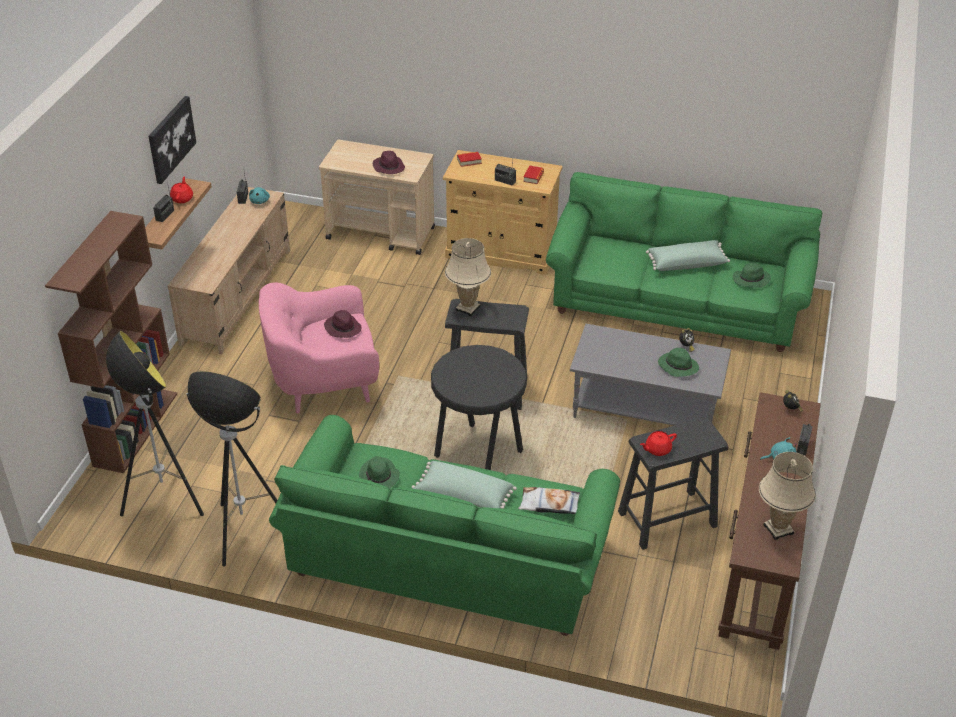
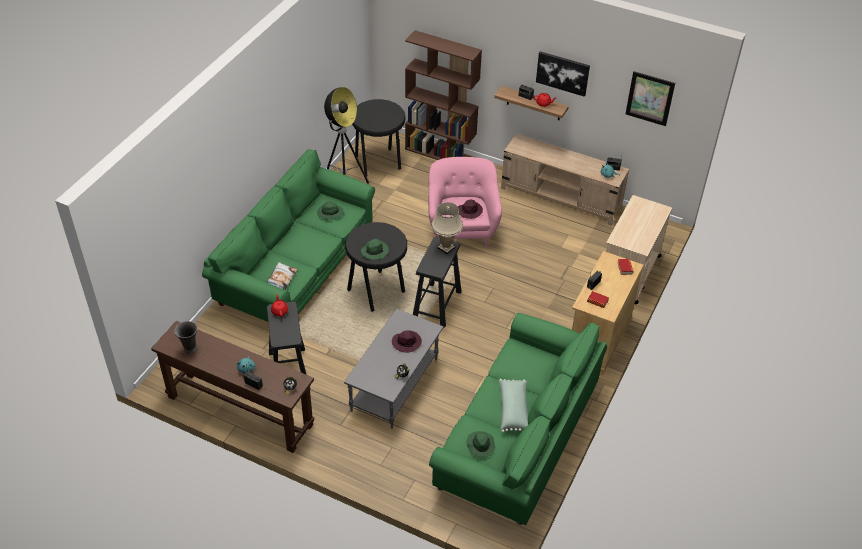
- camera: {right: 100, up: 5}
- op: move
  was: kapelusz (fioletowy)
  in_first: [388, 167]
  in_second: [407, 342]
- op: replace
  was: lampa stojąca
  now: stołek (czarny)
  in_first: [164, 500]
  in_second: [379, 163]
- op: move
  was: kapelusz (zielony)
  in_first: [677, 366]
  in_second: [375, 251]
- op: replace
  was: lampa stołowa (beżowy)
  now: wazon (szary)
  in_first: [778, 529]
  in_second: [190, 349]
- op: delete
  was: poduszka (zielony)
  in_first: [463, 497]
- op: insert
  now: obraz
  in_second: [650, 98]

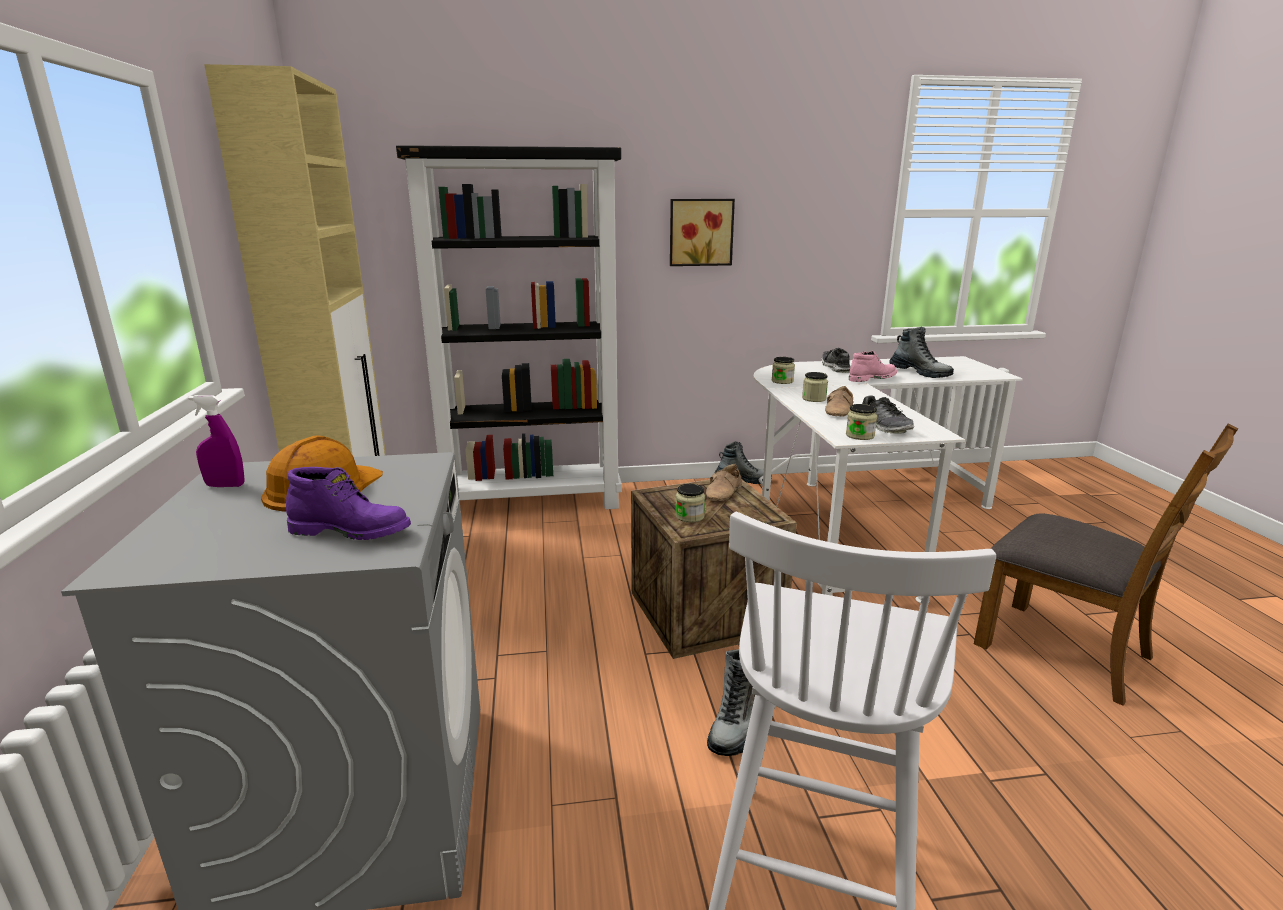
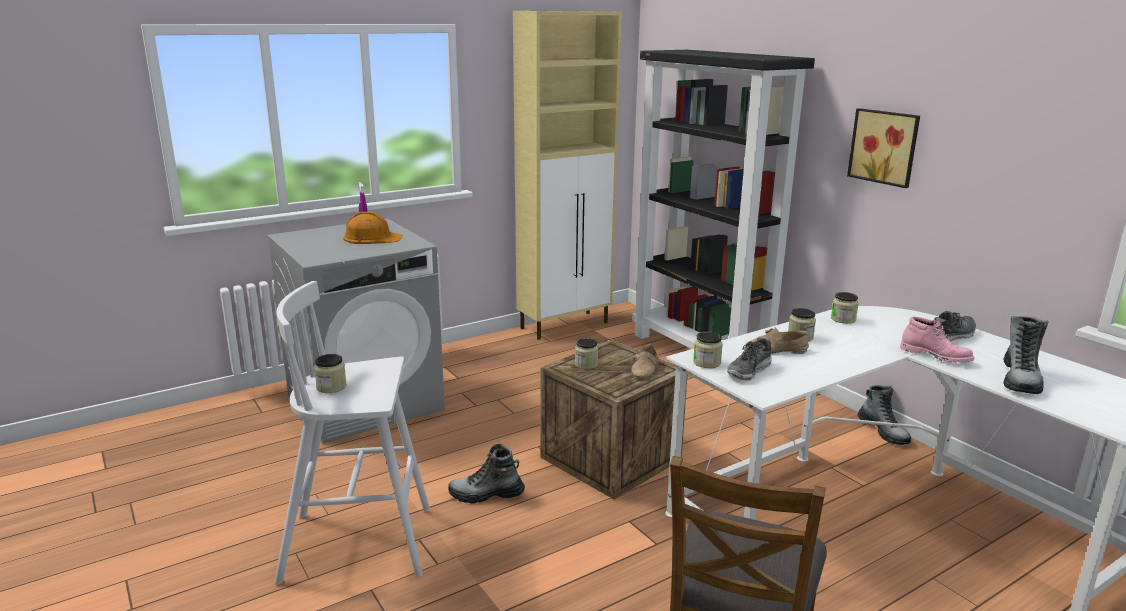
- camera: {right: 65, up: 0}
- op: rotate
  was: but (beżowy)
  in_first: [725, 492]
  in_second: [646, 369]
  clockwise: -75
- op: delete
  was: but z cholewką (fioletowy)
  in_first: [352, 531]
- op: insert
  now: słoik
  in_second: [331, 387]

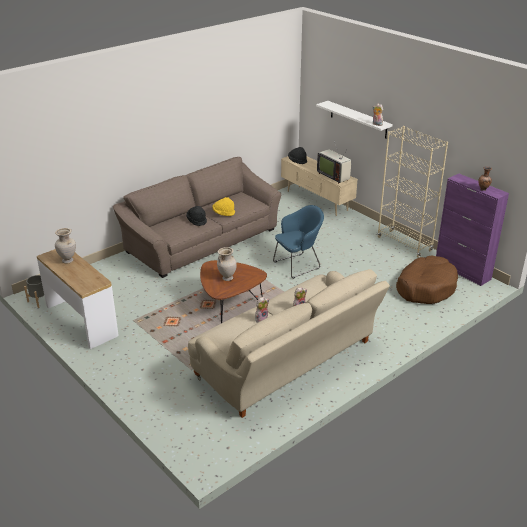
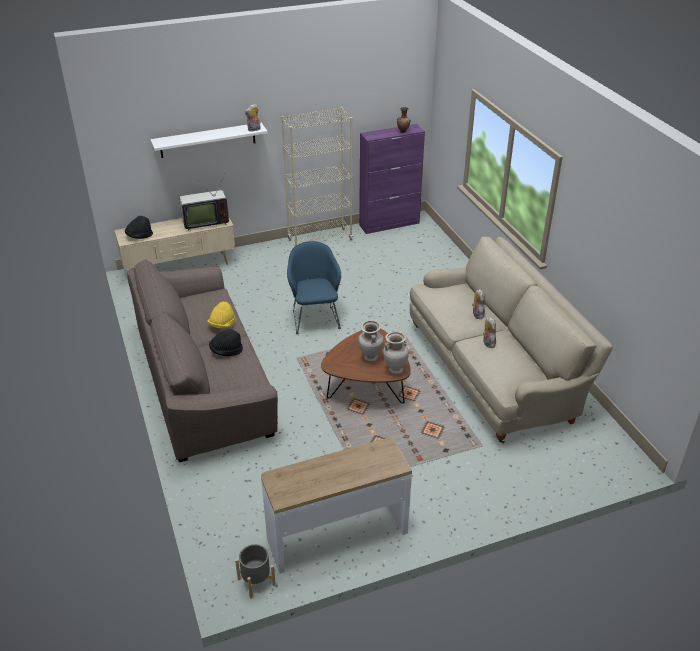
- camera: {right: -70, up: 5}
- op: move
  was: wazon (beżowy)
  in_first: [68, 260]
  in_second: [395, 370]
- op: delete
  was: legowisko (brązowy)
  in_first: [425, 287]

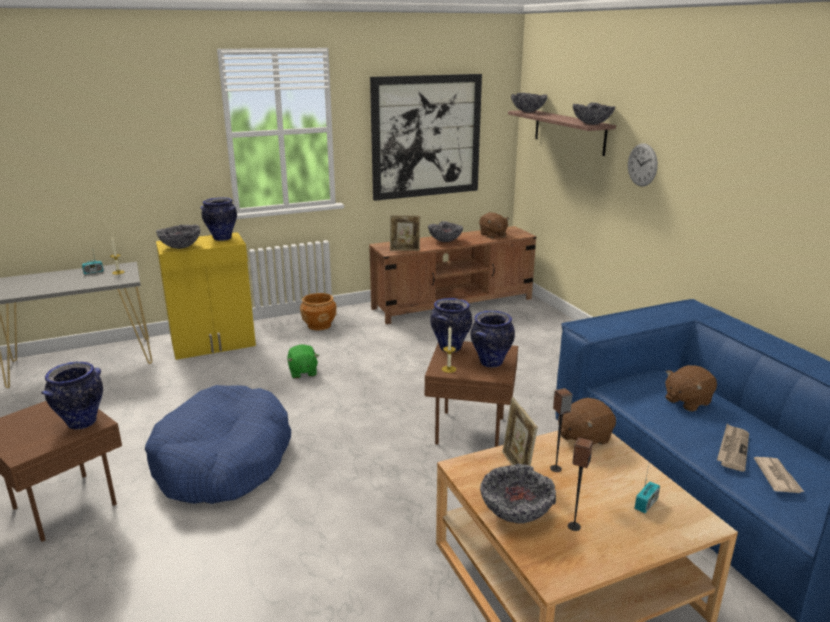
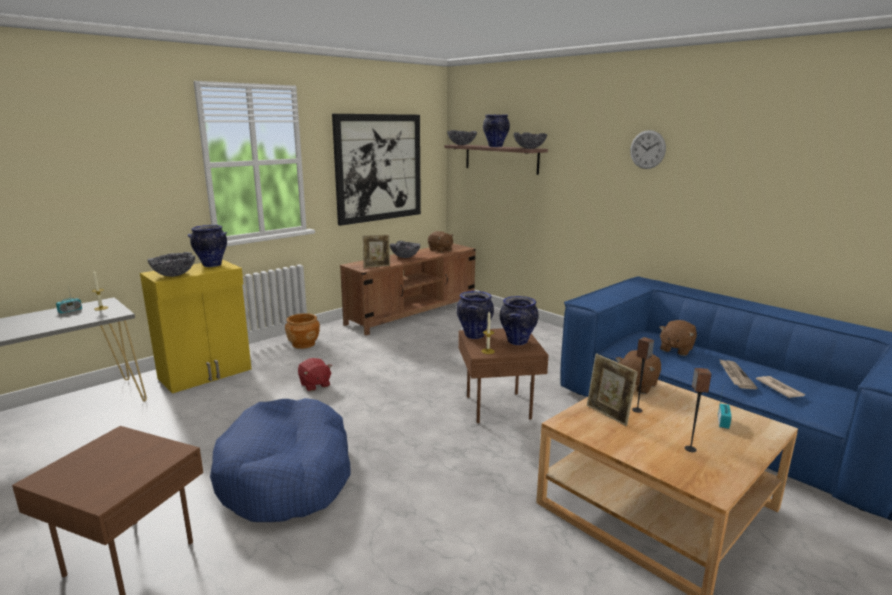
- camera: {right: -20, up: -5}
- op: move
  was: zegar ścienny
  in_first: [642, 165]
  in_second: [647, 149]
- op: recolor
  was: pluszak (zielony)
  now: pluszak (czerwony)
  in_first: [302, 372]
  in_second: [314, 385]
- op: move
  was: wazon
  in_first: [81, 423]
  in_second: [495, 146]
- op: delete
  was: miska
  in_first: [515, 513]

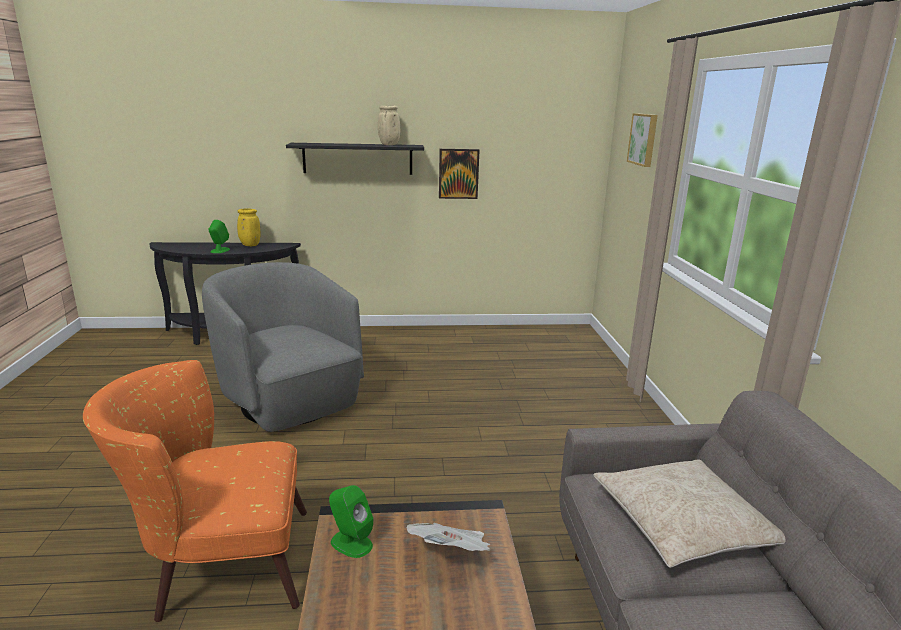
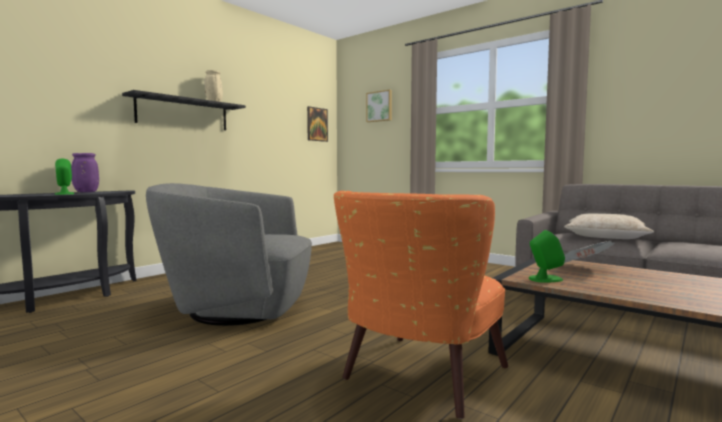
- camera: {right: -45, up: -15}
- op: move
  was: obraz
  in_first: [458, 173]
  in_second: [317, 124]
- op: recolor
  was: wazon (żółty)
  now: wazon (fioletowy)
  in_first: [249, 245]
  in_second: [85, 192]

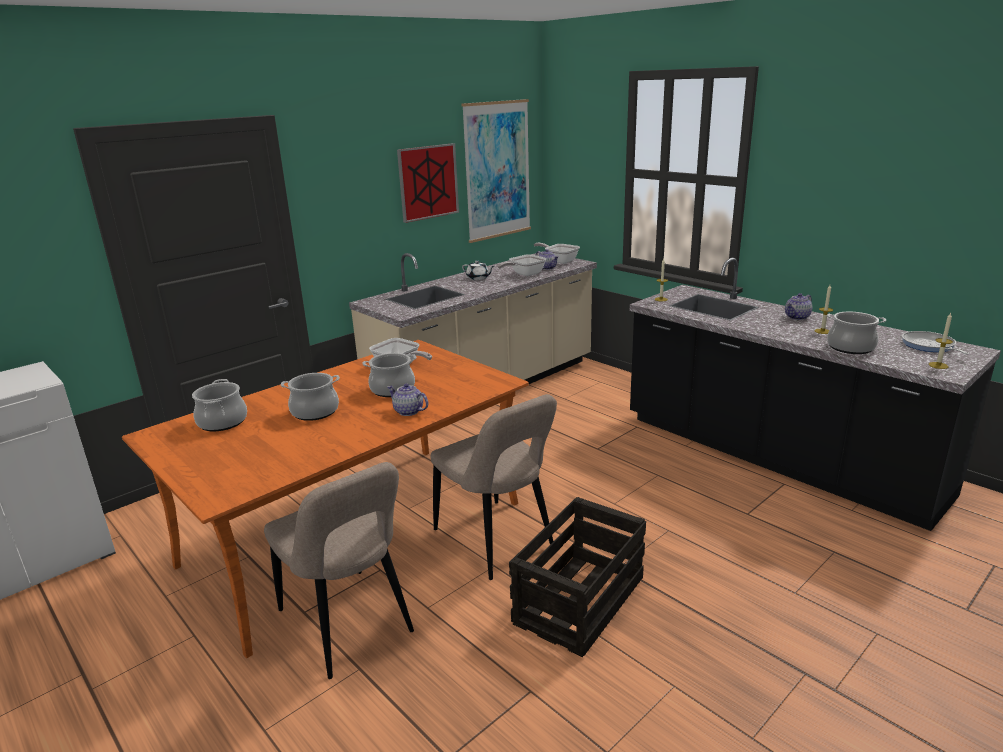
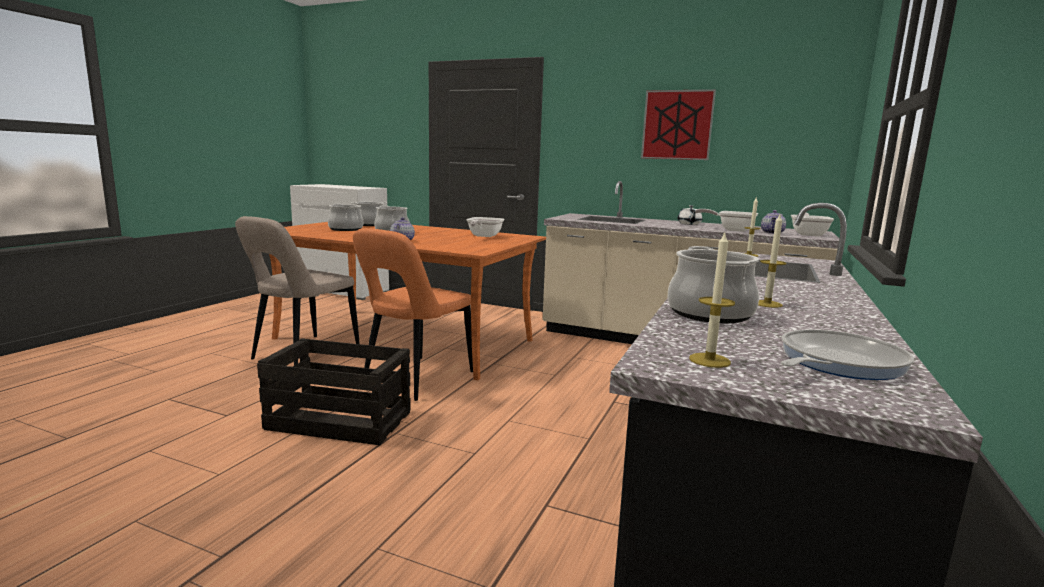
- camera: {right: 65, up: -10}
- op: delete
  was: obraz
  in_first: [497, 170]
- op: delete
  was: imbryk
  in_first: [797, 317]
- op: move
  was: garnek
  in_first: [392, 389]
  in_second: [346, 229]
- op: recolor
  was: krzesło (beżowy)
  now: krzesło (pomarańczowy)
  in_first: [497, 541]
  in_second: [414, 380]

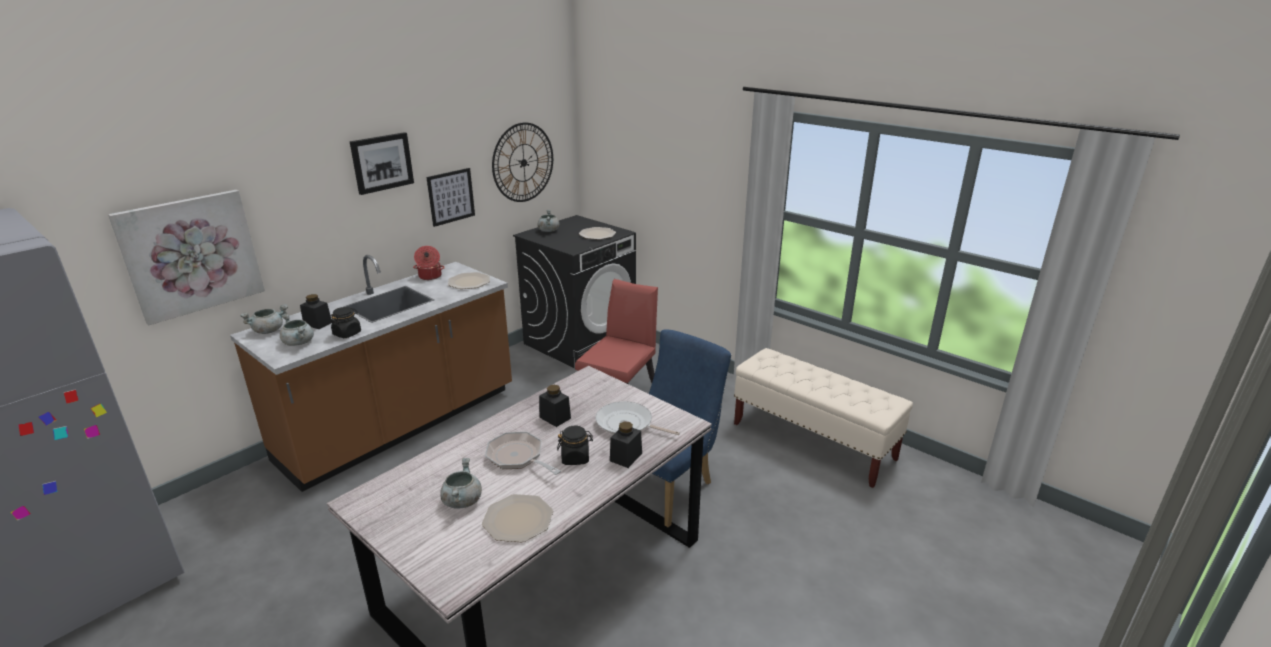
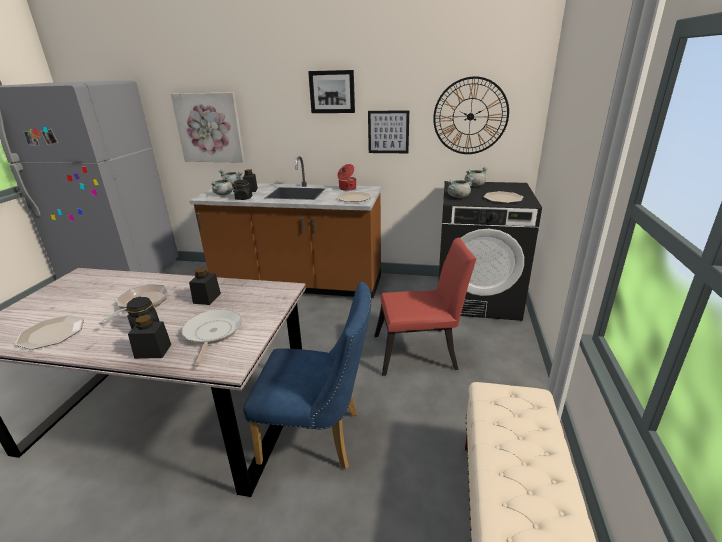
- camera: {right: 60, up: 0}
- op: move
  was: garnek (szary)
  in_first: [462, 500]
  in_second: [458, 196]

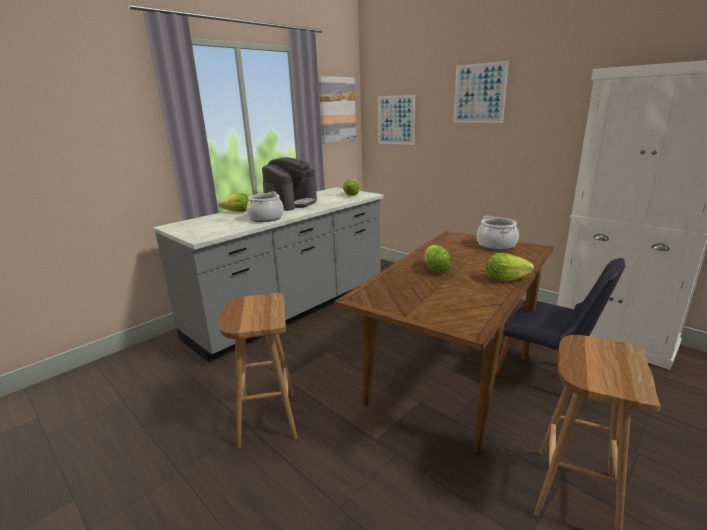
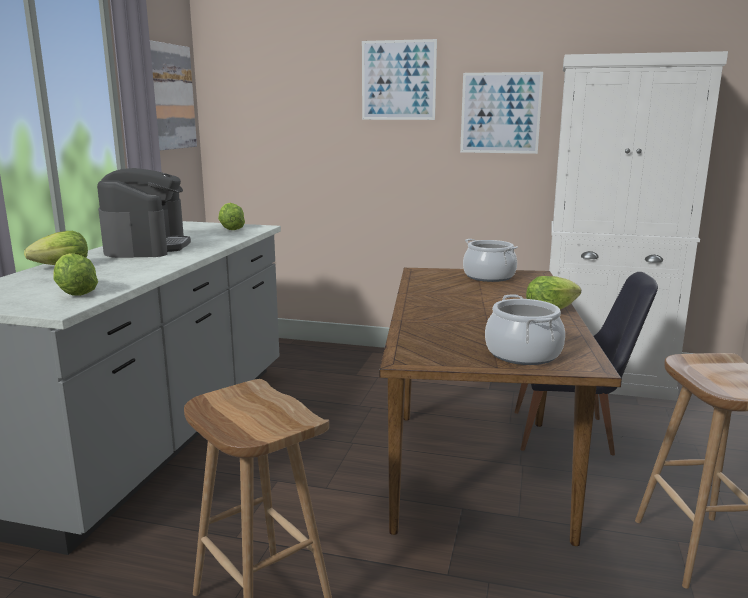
- camera: {right: -30, up: -5}
- op: move
  was: obraz
  in_first: [395, 120]
  in_second: [500, 113]
- op: move
  was: garnek
  in_first: [266, 218]
  in_second: [522, 354]
- op: move
  was: sałata
  in_first: [435, 269]
  in_second: [75, 292]

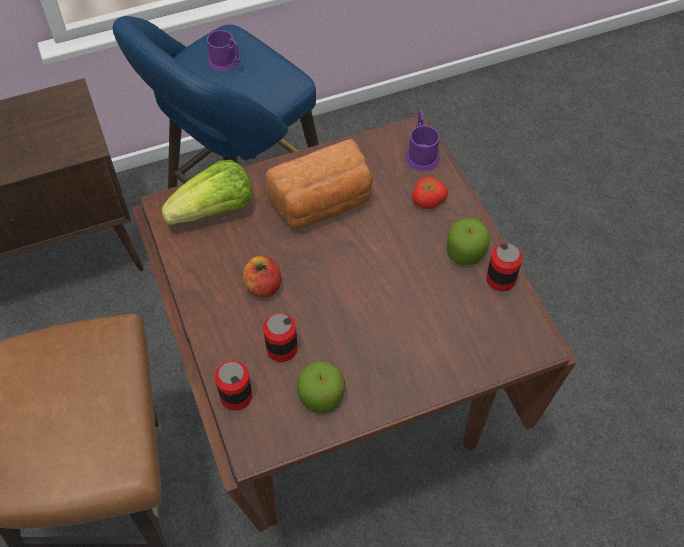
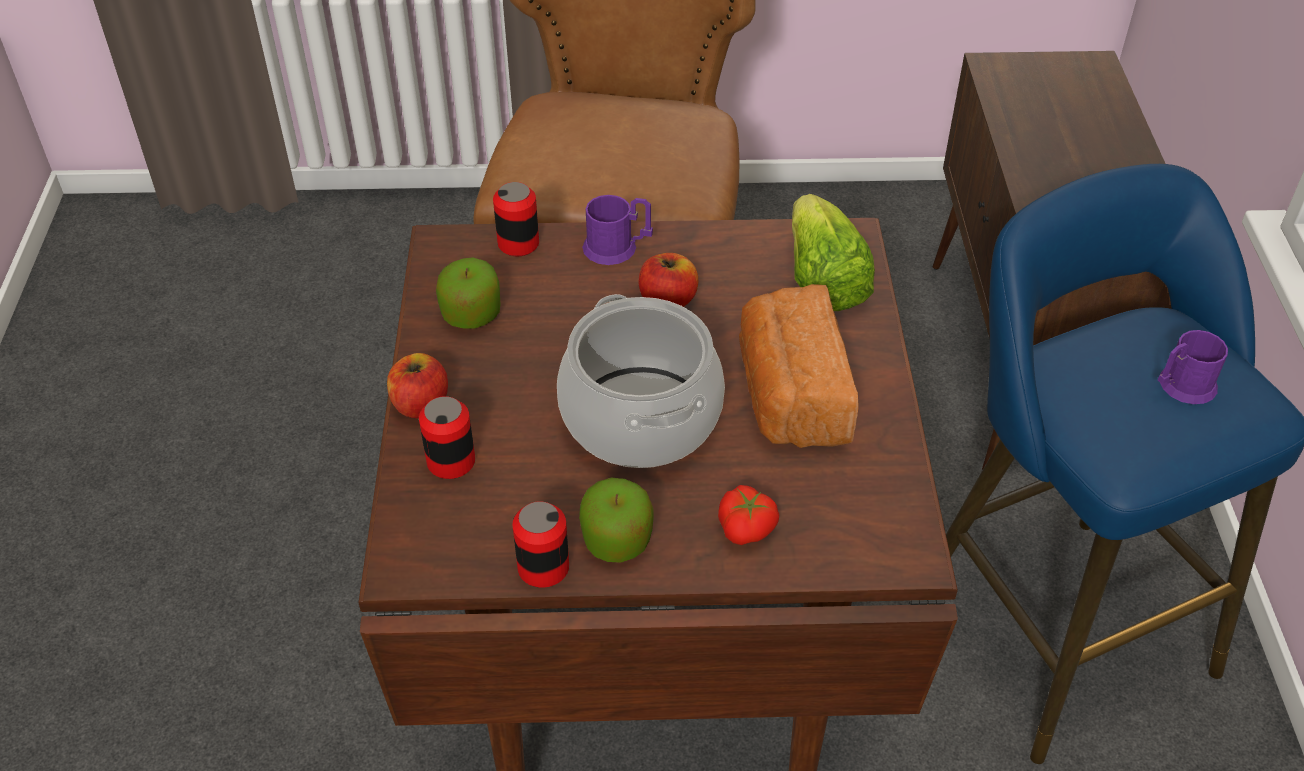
- camera: {right: 110, up: -10}
- op: move
  was: kubek (fioletowy)
  in_first: [421, 153]
  in_second: [617, 248]
- op: move
  was: puszka
  in_first: [282, 349]
  in_second: [451, 461]
- op: insert
  now: garnek
  in_second: [639, 418]
- op: insert
  now: jabłko
  in_second: [420, 404]

